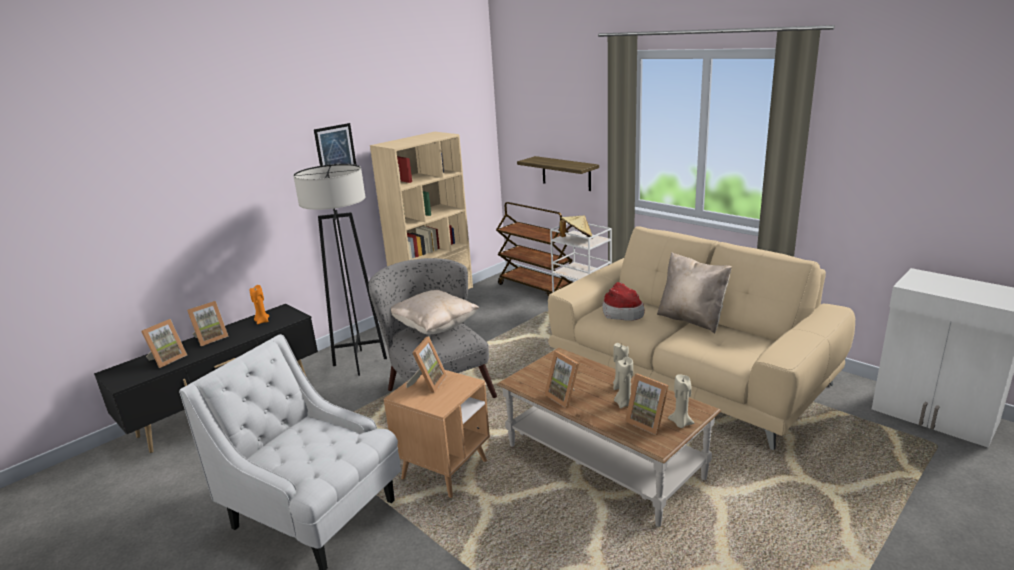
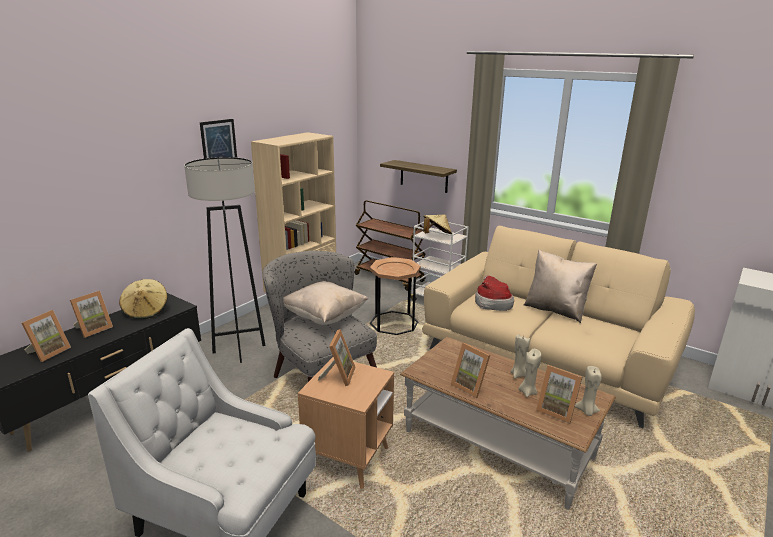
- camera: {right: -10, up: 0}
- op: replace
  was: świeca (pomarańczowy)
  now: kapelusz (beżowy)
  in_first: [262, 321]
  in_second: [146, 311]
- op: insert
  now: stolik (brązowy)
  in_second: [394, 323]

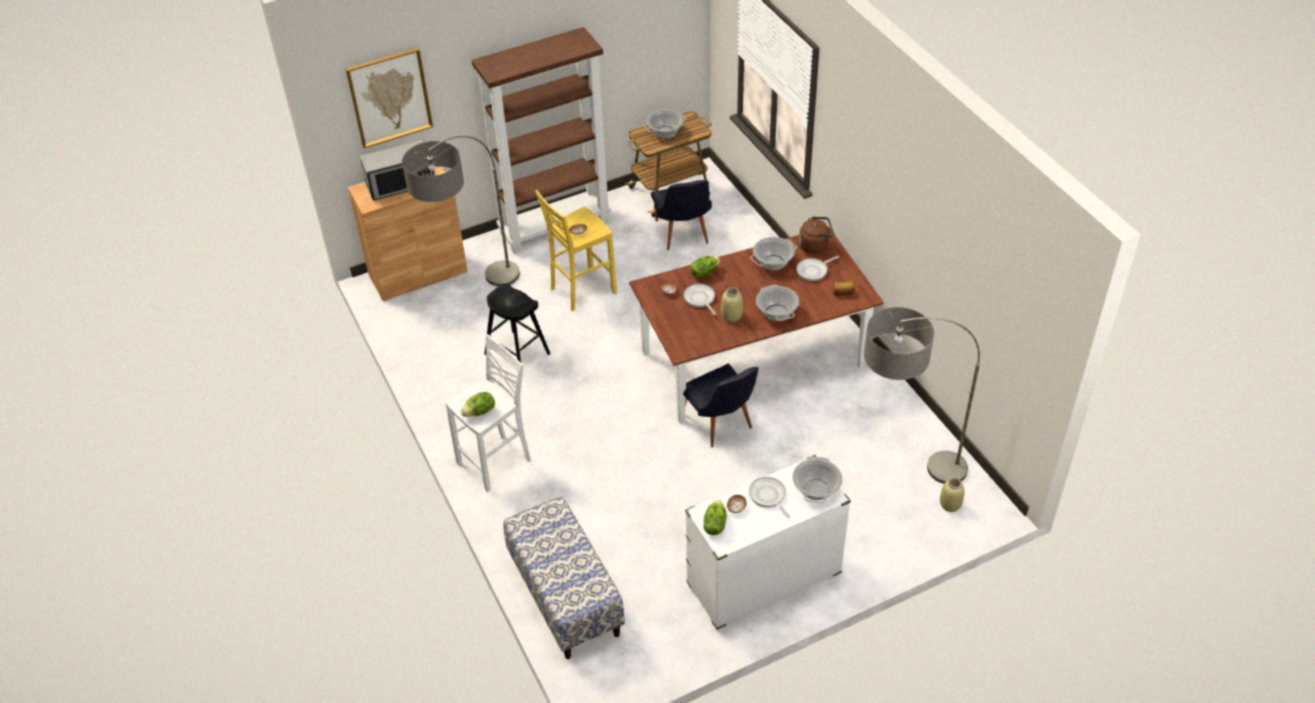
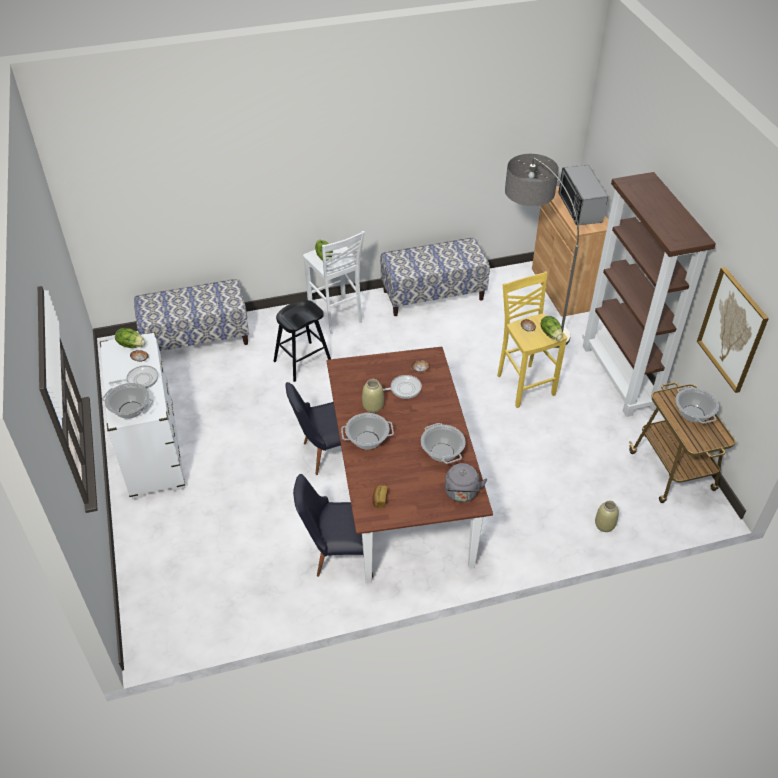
- camera: {right: 100, up: 0}
- op: move
  was: obraz
  in_first: [389, 97]
  in_second: [732, 330]
- op: move
  was: krzesło (czarny)
  in_first: [683, 236]
  in_second: [337, 554]
- op: recolor
  was: czajnik (brązowy)
  now: czajnik (szary)
  in_first: [815, 245]
  in_second: [461, 494]
- op: move
  was: sałata
  in_first: [704, 272]
  in_second: [551, 334]
- op: delete
  was: patelnia
  in_first: [814, 271]
- op: move
  was: stołek (czarny)
  in_first: [517, 354]
  in_second: [302, 361]
- op: delete
  was: lampa stojąca
  in_first: [901, 477]
- op: move
  was: wazon (beżowy)
  in_first: [950, 505]
  in_second: [604, 525]
- op: insert
  now: ławka
  in_second: [433, 295]

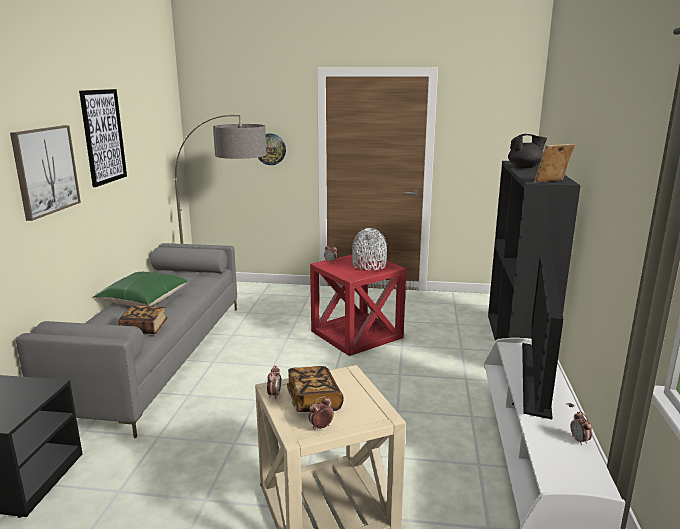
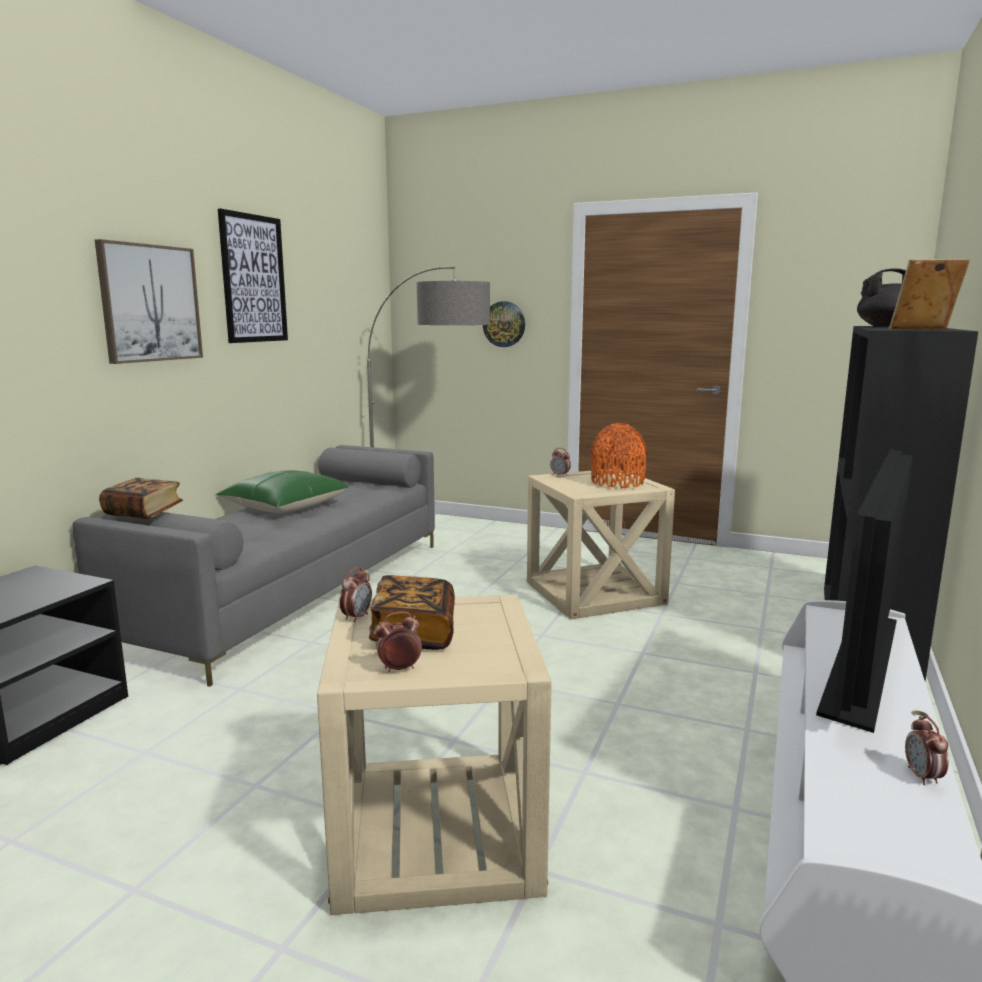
- camera: {right: 15, up: -5}
- op: recolor
  was: wazon (szary)
  now: wazon (pomarańczowy)
  in_first: [369, 265]
  in_second: [617, 482]
- op: recolor
  was: stolik (czerwony)
  now: stolik (beżowy)
  in_first: [356, 334]
  in_second: [594, 593]
- op: move
  was: książka
  in_first: [144, 328]
  in_second: [143, 513]

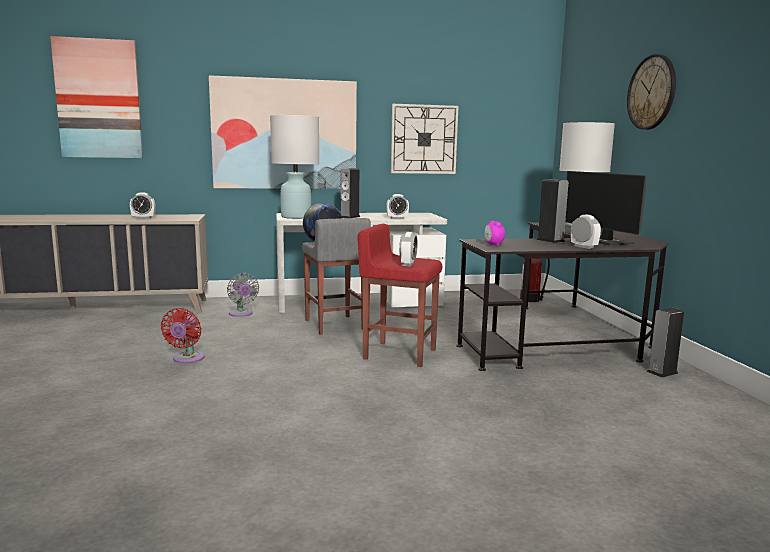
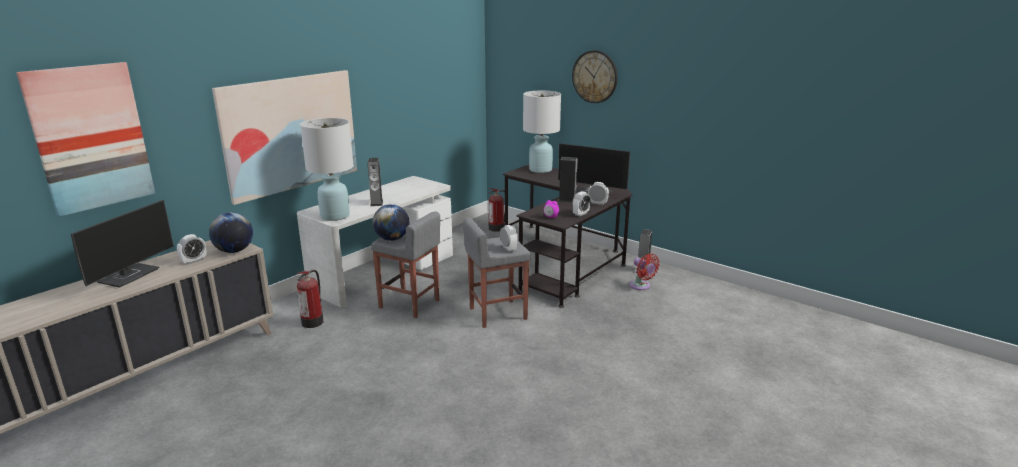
- camera: {right: -40, up: 10}
- op: delete
  was: zegar ścienny
  in_first: [424, 139]
- op: move
  was: budzik
  in_first: [397, 218]
  in_second: [581, 214]
- op: recolor
  was: stołek (czerwony)
  now: stołek (szary)
  in_first: [398, 354]
  in_second: [497, 314]
- op: replace
  was: wentylator (szary)
  now: gaśnica
  in_first: [241, 314]
  in_second: [313, 321]
- op: move
  was: wentylator (czerwony)
  in_first: [187, 359]
  in_second: [641, 286]
- op: insert
  now: monitor
  in_second: [130, 275]
- op: insert
  now: globus
  in_second: [234, 251]

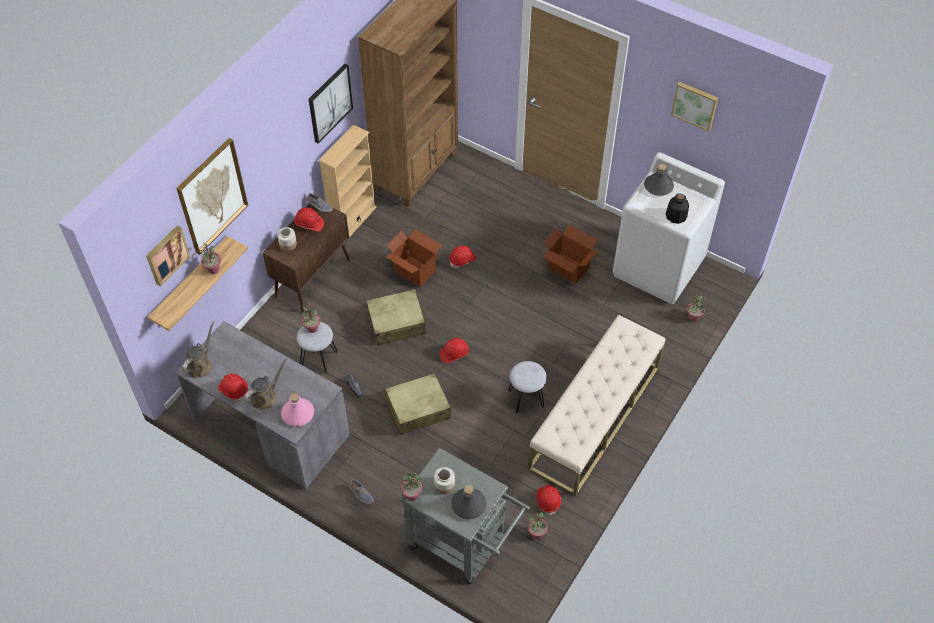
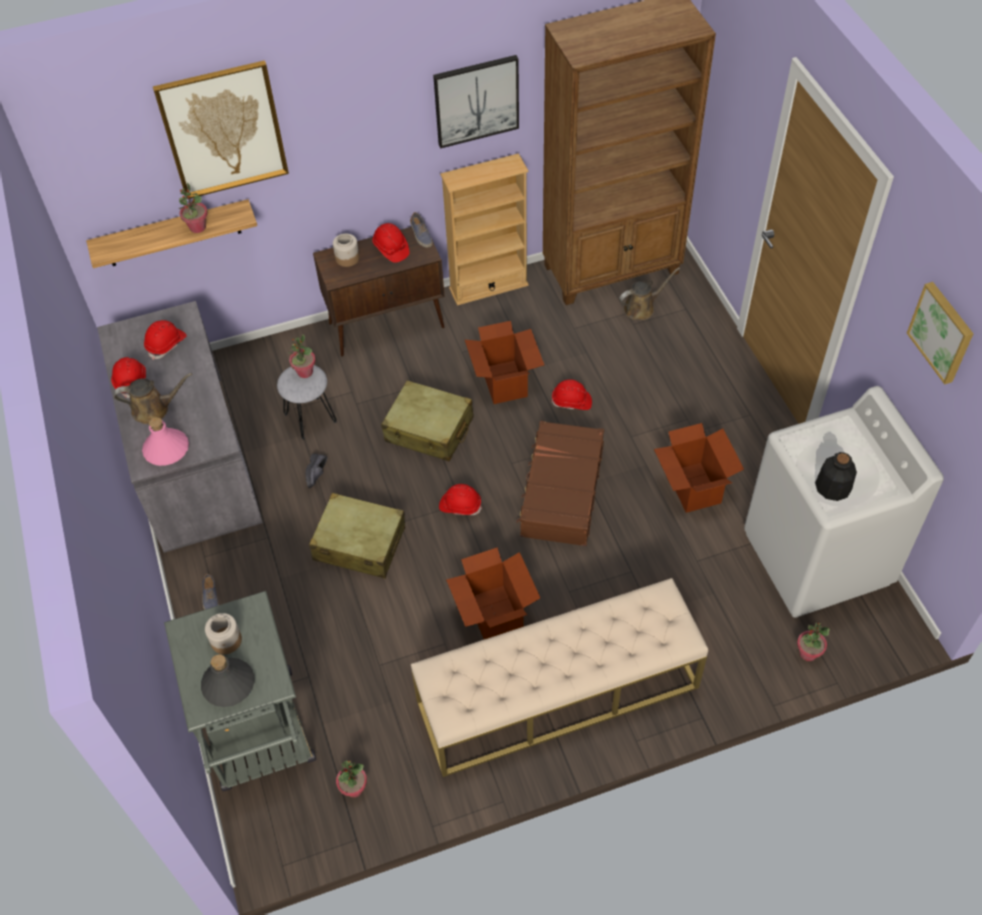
- camera: {right: 40, up: 0}
- op: delete
  was: butelka (szary)
  in_first: [658, 186]
- op: delete
  was: obraz
  in_first: [166, 254]
- op: move
  was: konewka (brązowy)
  in_first: [200, 365]
  in_second: [641, 308]
- op: replace
  was: stołek (szary)
  now: karton
  in_first: [526, 399]
  in_second: [494, 615]
- op: delete
  was: roślina doniczkowa
  in_first: [412, 495]
- op: move
  was: kask (czerwony)
  in_first: [548, 500]
  in_second: [166, 344]
- op: insert
  now: walizka (brązowy)
  in_second: [561, 491]

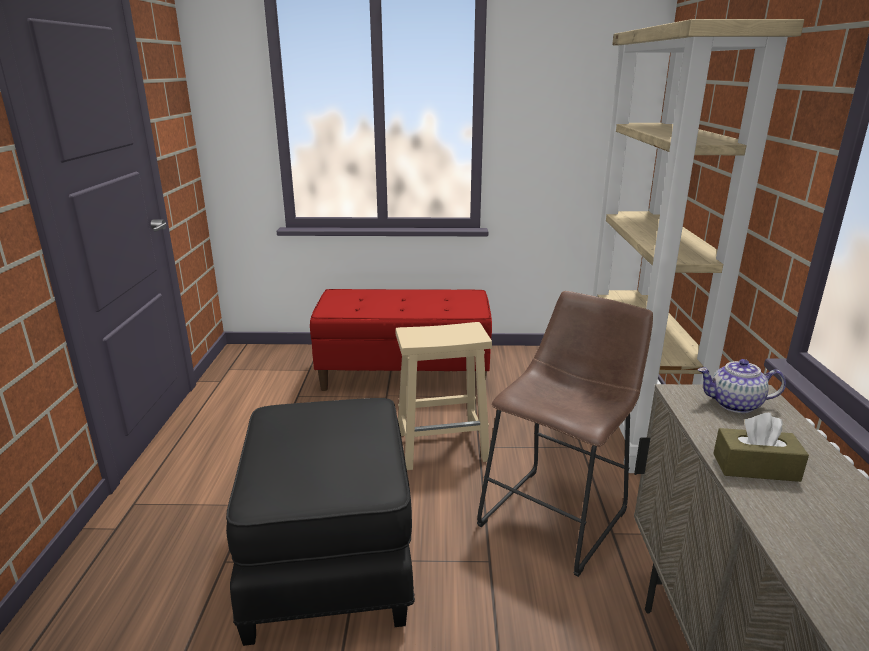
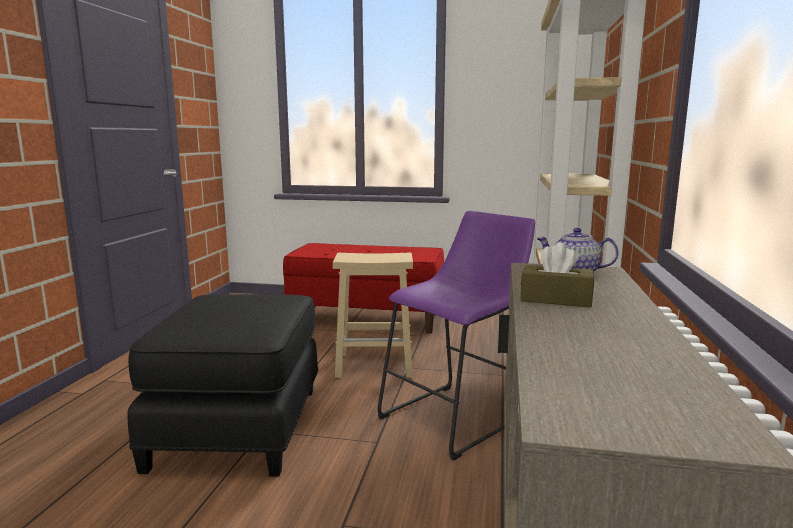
- camera: {right: 10, up: -10}
- op: recolor
  was: stołek (brązowy)
  now: stołek (fioletowy)
  in_first: [558, 513]
  in_second: [457, 416]

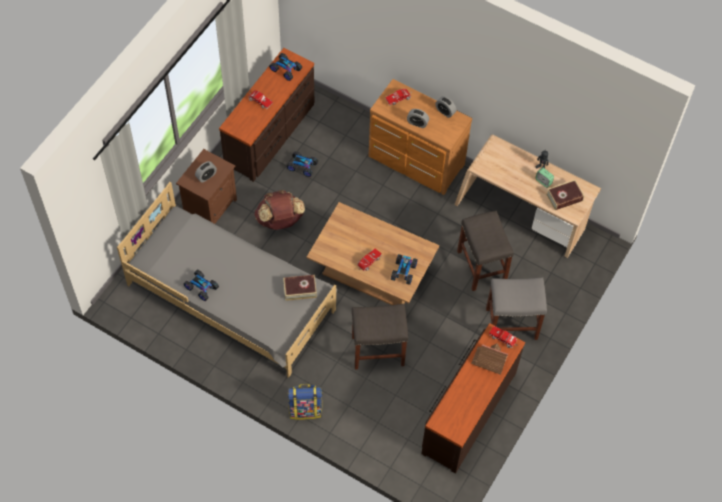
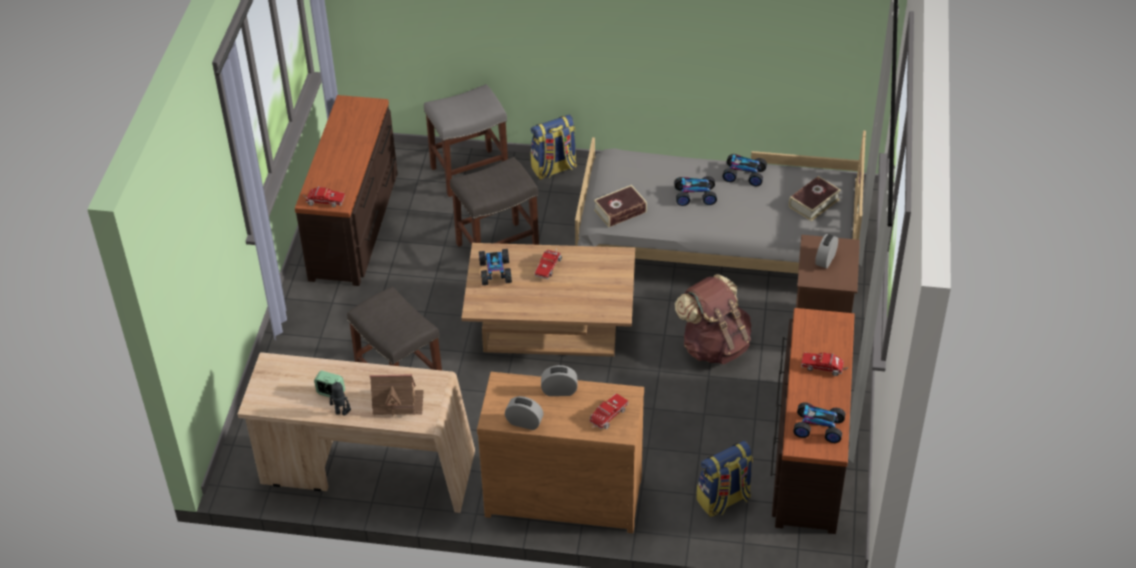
- camera: {right: 160, up: -15}
- op: move
  was: samochodzik
  in_first: [302, 166]
  in_second: [695, 196]
- op: move
  was: książka
  in_first: [564, 197]
  in_second: [814, 203]
- op: move
  was: stołek (szary)
  in_first: [510, 324]
  in_second: [470, 172]
- op: move
  was: domek
  in_first: [489, 360]
  in_second: [397, 403]
- op: insert
  now: plecak
  in_second: [723, 500]

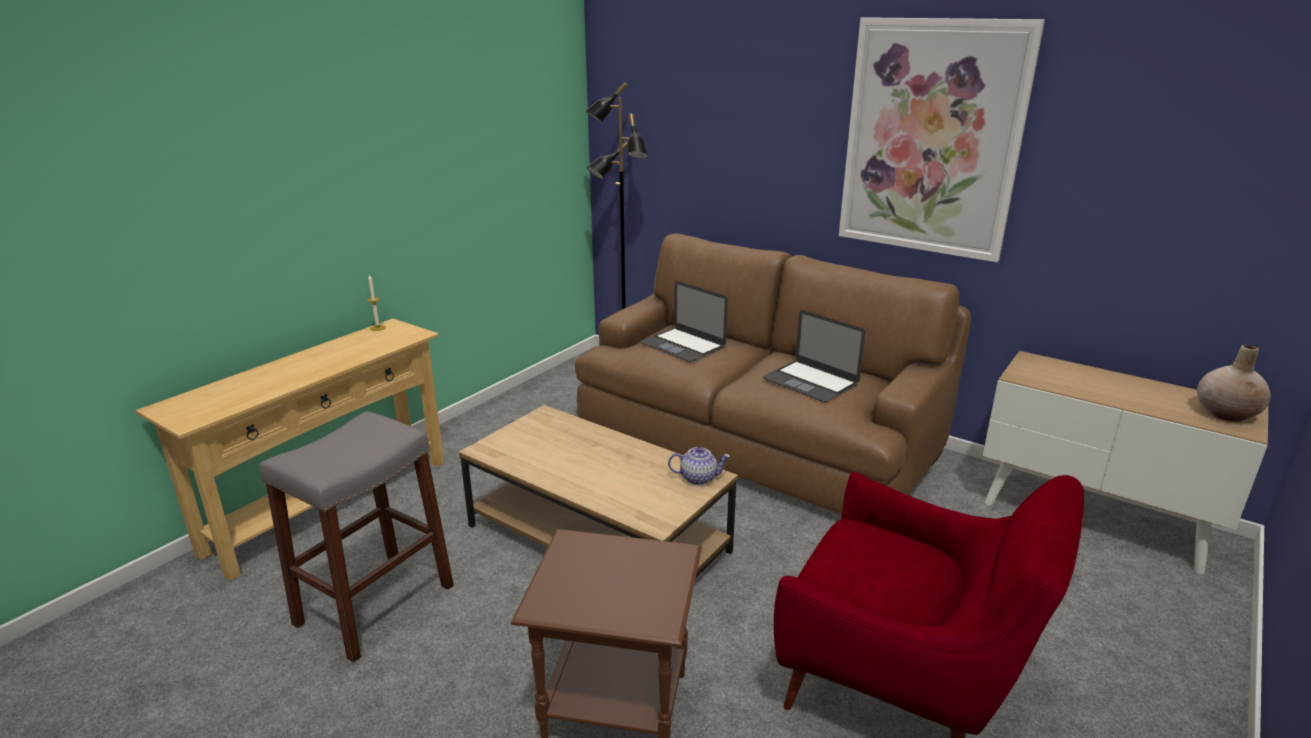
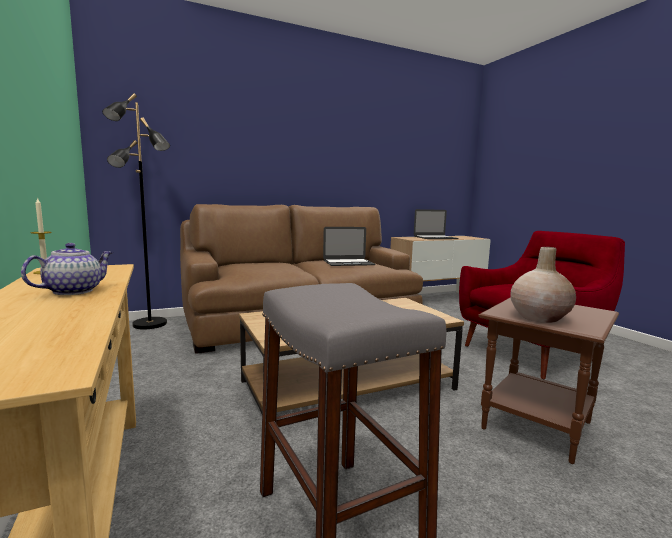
- camera: {right: -60, up: -15}
- op: delete
  was: obraz
  in_first: [931, 139]
- op: move
  was: laptop
  in_first: [682, 345]
  in_second: [435, 237]
- op: move
  was: wazon (beżowy)
  in_first: [1226, 414]
  in_second: [539, 317]
- op: move
  was: imbryk
  in_first: [698, 478]
  in_second: [74, 291]

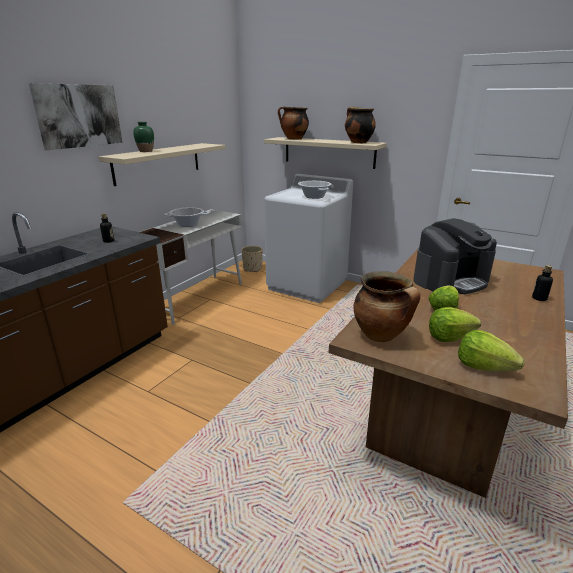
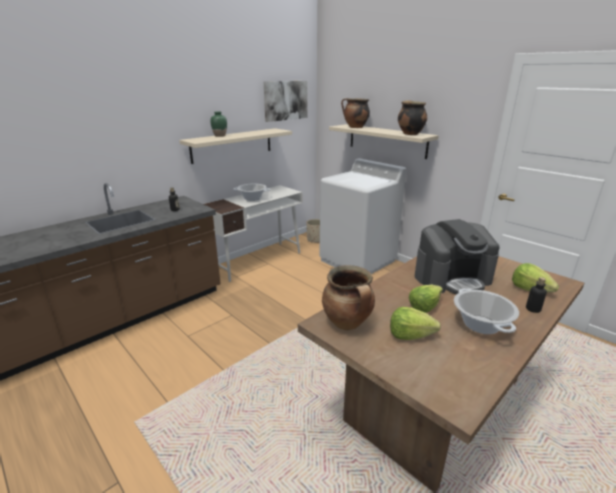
- camera: {right: 15, up: 0}
- op: move
  was: obraz
  in_first: [79, 116]
  in_second: [285, 100]
- op: move
  was: garnek
  in_first: [314, 196]
  in_second: [481, 324]
- op: move
  was: sałata
  in_first: [483, 366]
  in_second: [530, 289]

